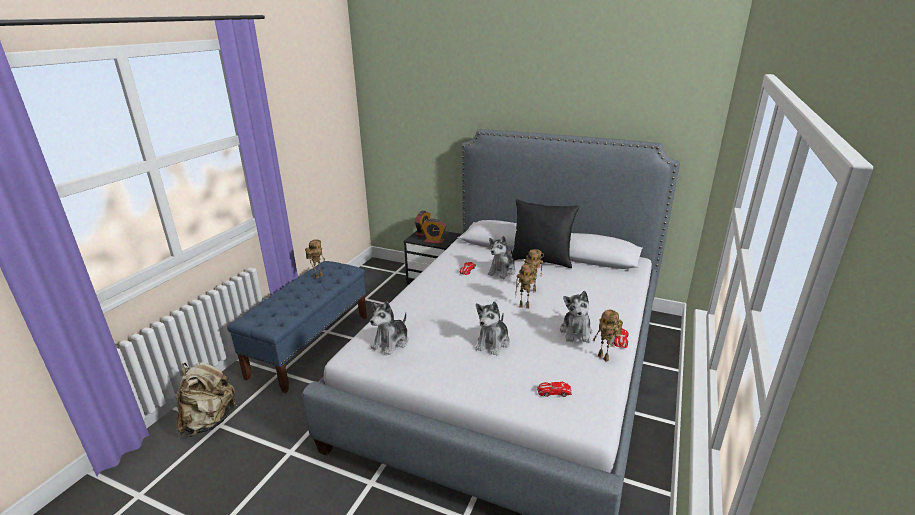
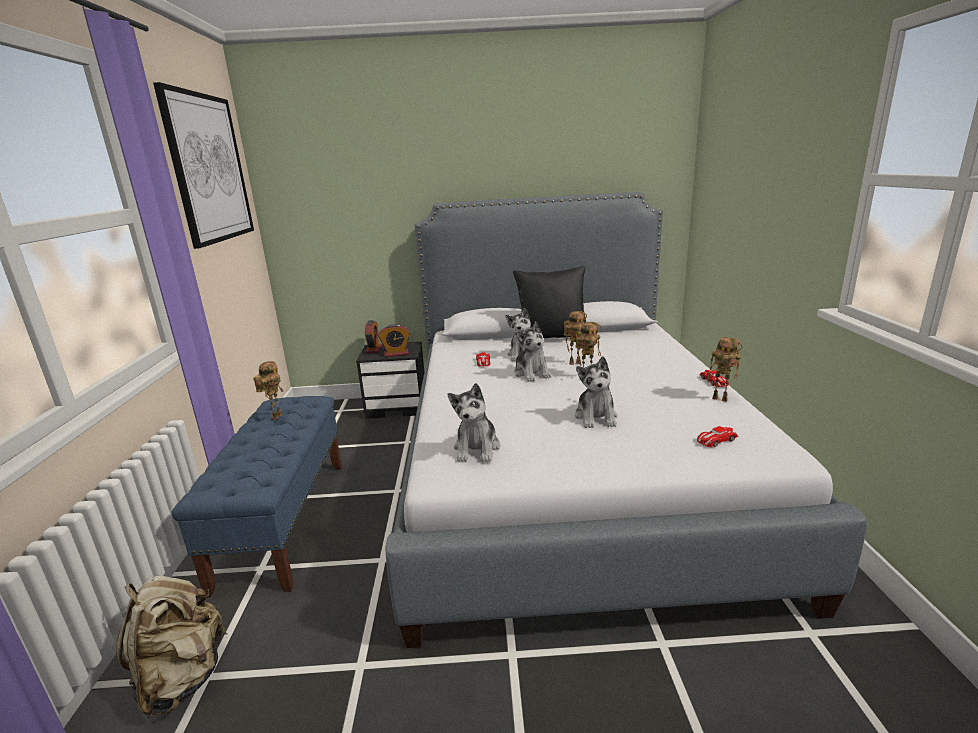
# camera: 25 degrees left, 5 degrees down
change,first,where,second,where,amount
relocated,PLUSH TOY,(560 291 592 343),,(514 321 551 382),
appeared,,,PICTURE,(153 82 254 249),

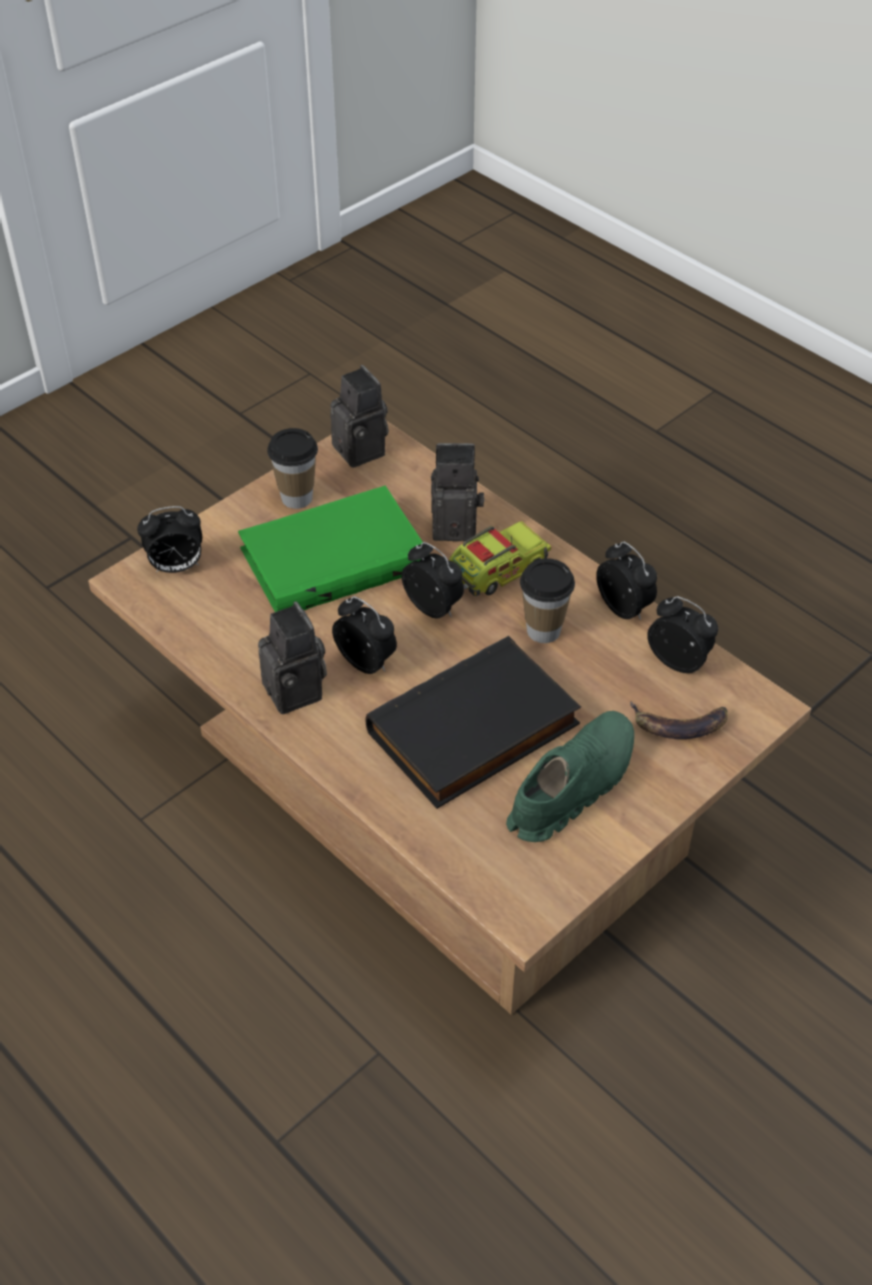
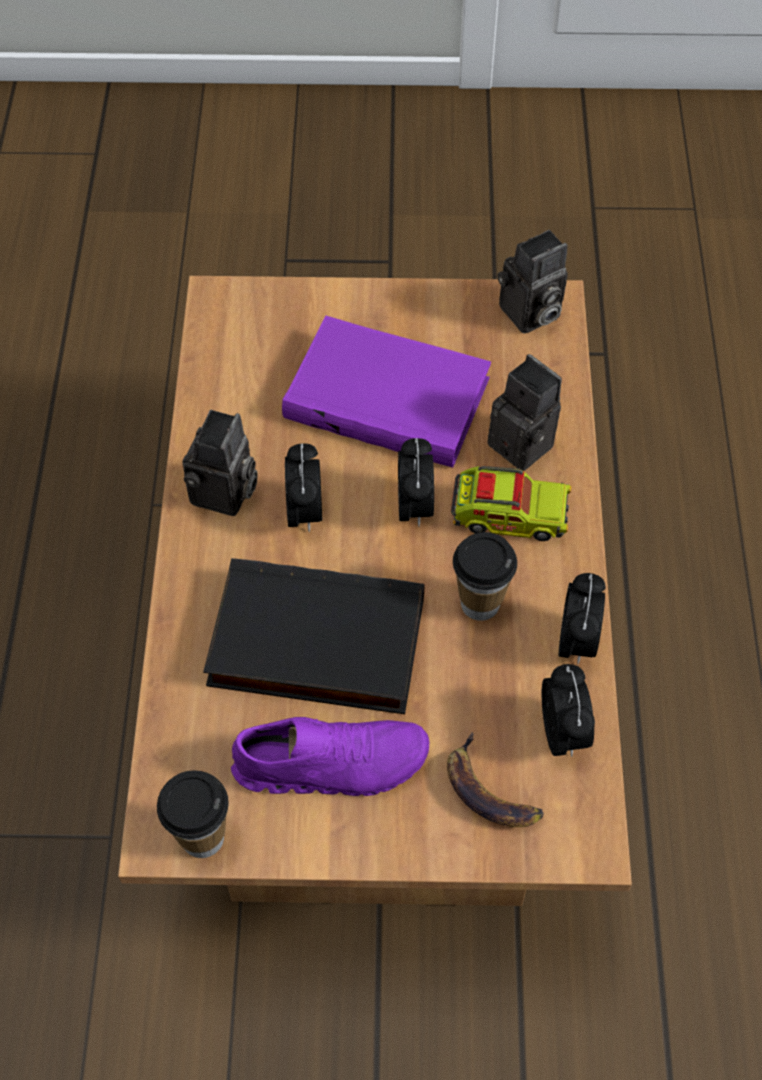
# camera: 45 degrees right, 10 degrees up
change,first,where,second,where,amount
missing,ALARM CLOCK,(137 506 202 573),,,
colour,GREEN BOOK,(238 486 423 612),PURPLE BOOK,(282 315 491 467),
relocated,CUP,(267 428 318 509),,(157 770 229 858),
spun,PHOTO CAMERA,(330 365 389 468),,(498 230 568 334),45 degrees clockwise
colour,GREEN SHOE,(506 711 634 842),PURPLE SHOE,(231 717 429 796),

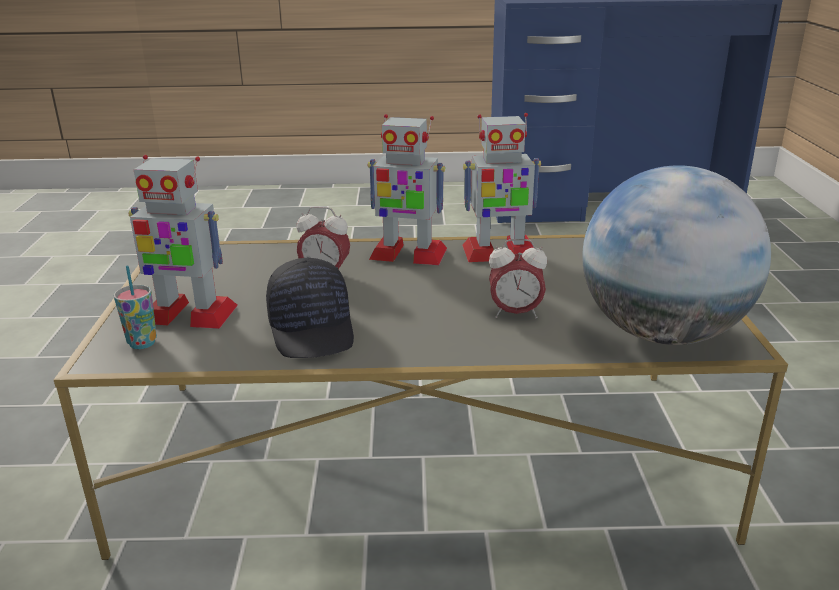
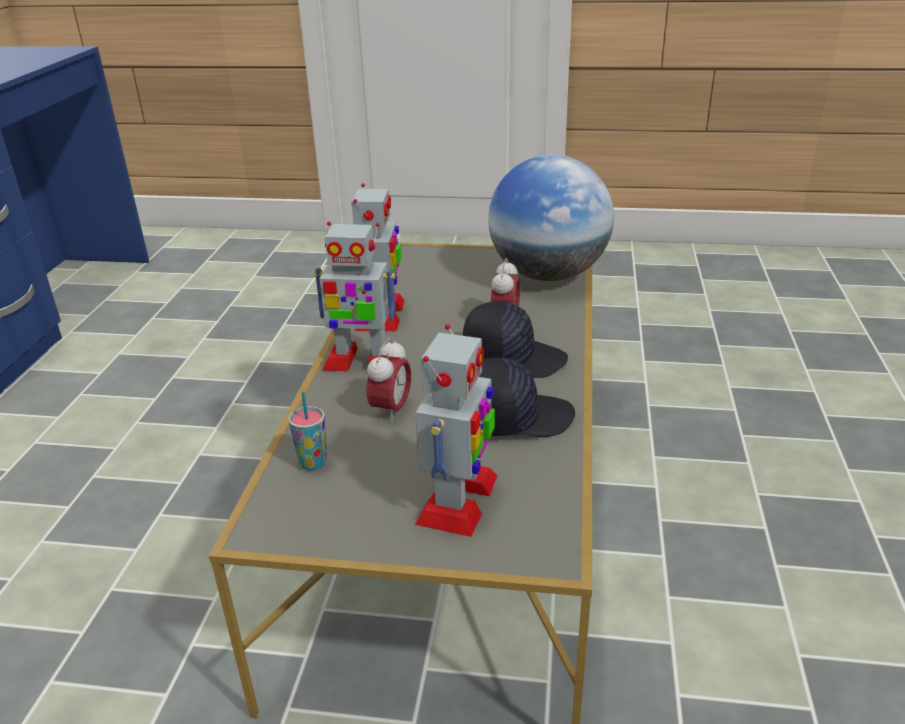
# camera: 80 degrees left, 5 degrees up
change,first,where,second,where,amount
relocated,CUP,(113 265 157 349),,(288 391 327 470),
spun,TOY ROBOT,(368 114 447 265),,(313 221 401 372),75 degrees clockwise
appeared,,,BLACK CAP,(463 301 568 378),

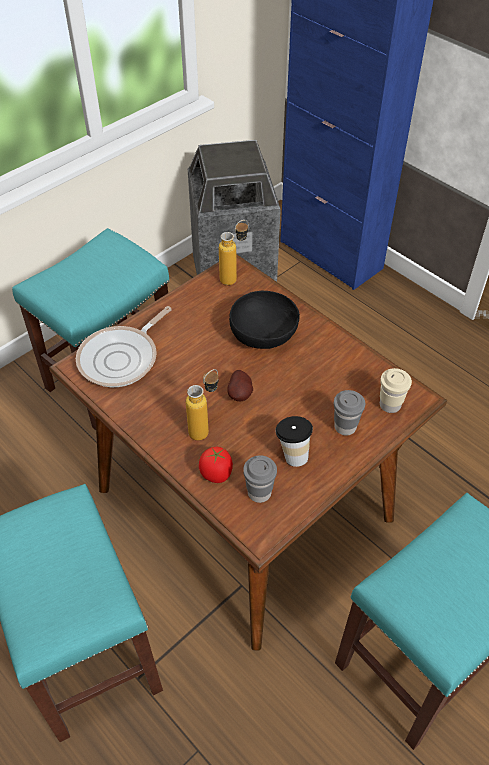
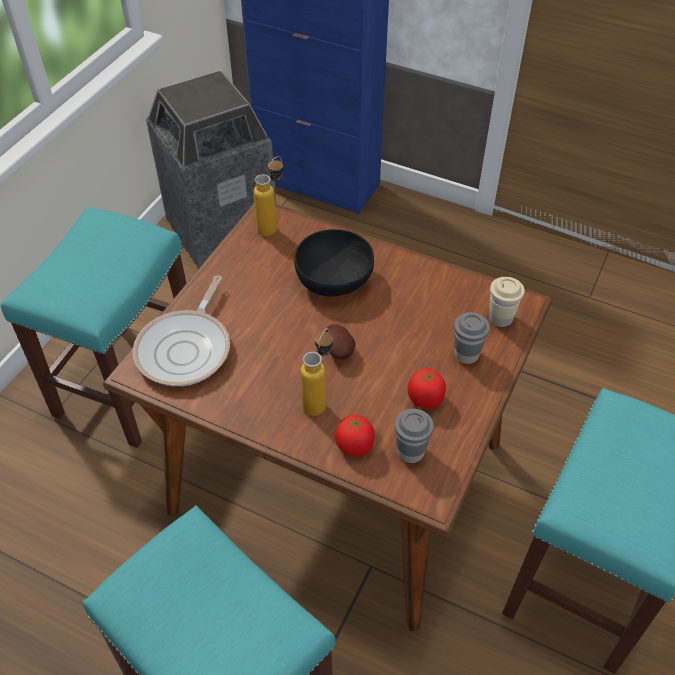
# camera: 20 degrees left, 0 degrees up
change,first,where,second,where,amount
exchanged,CUP,(275 416 313 467),TOMATO,(408 368 446 409),

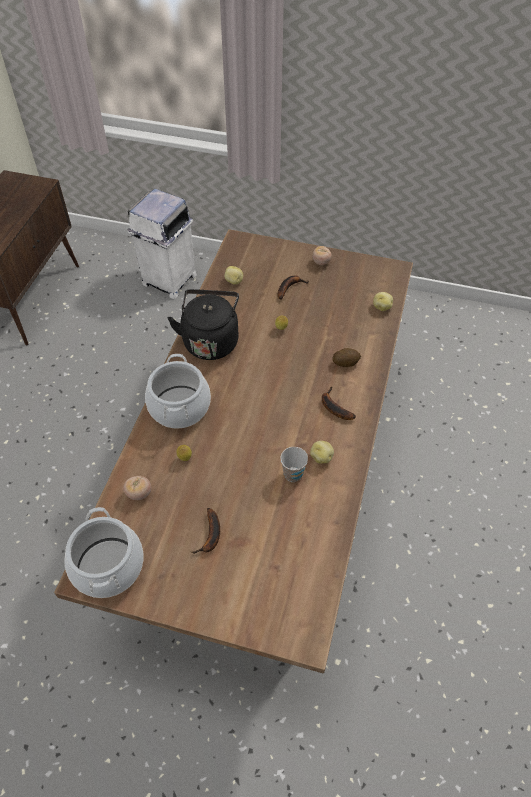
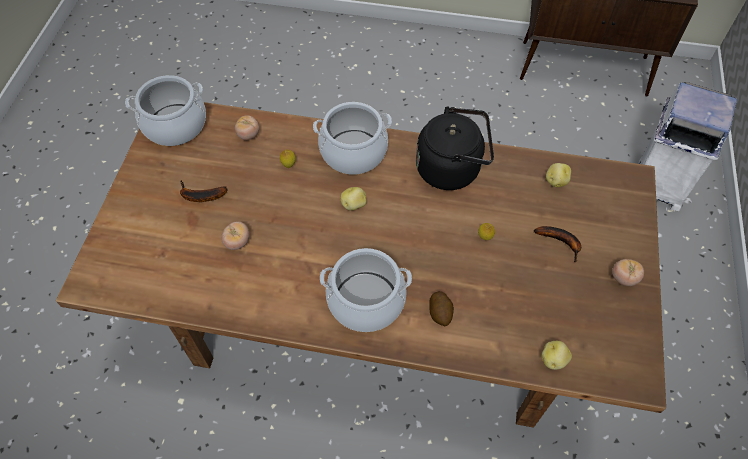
# camera: 85 degrees right, 5 degrees up
change,first,where,second,where,amount
missing,CUP,(280 447 308 482),,,
relocated,POTATO,(310 441 334 464),,(341 187 367 211),
exchanged,BANANA,(322 386 356 420),COOKING POT,(320 248 412 332),
appeared,,,TOMATO,(221 221 250 250),

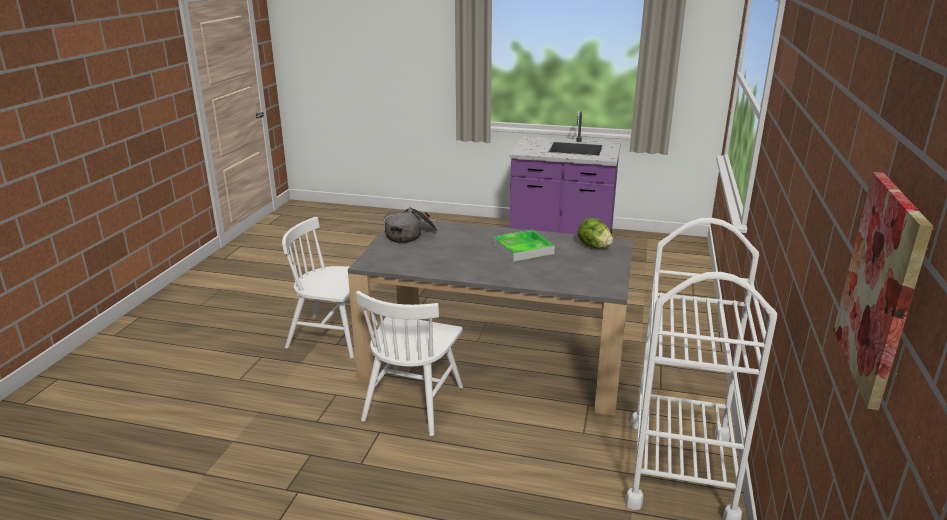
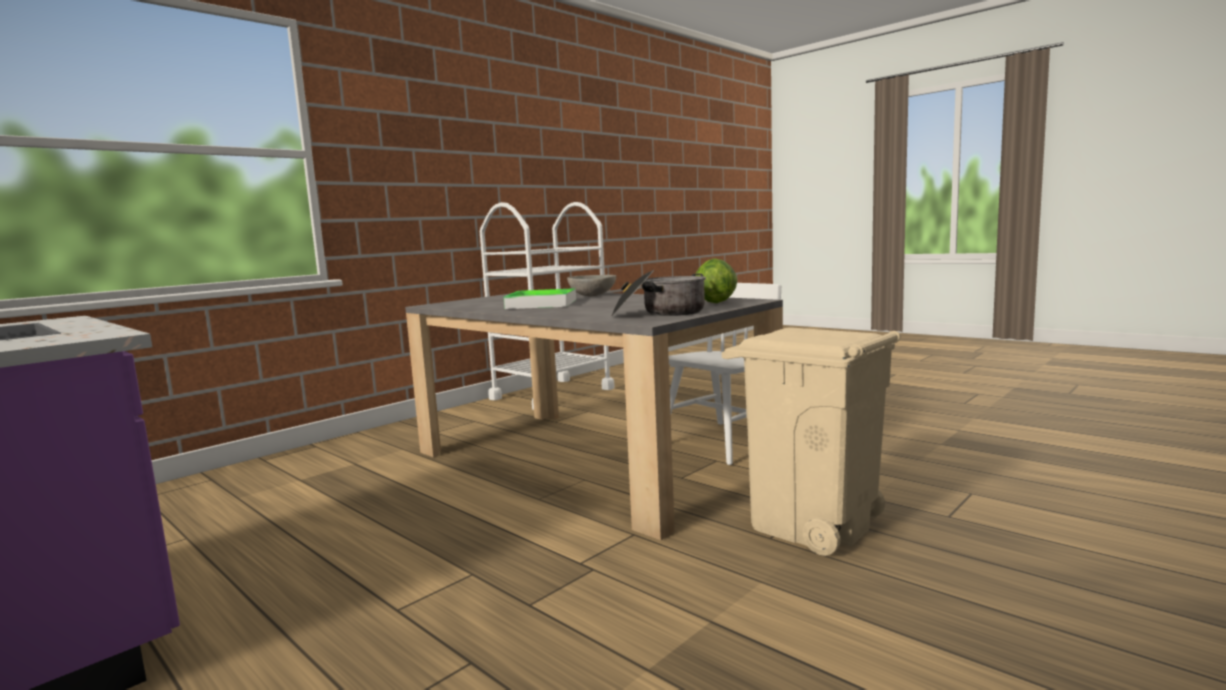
# camera: 150 degrees left, 15 degrees down
change,first,where,second,where,amount
exchanged,WHITE CHAIR,(282 217 378 358),BEIGE TRASH CAN,(722 327 901 556),
relocated,LETTUCE,(578 218 613 249),,(696 258 737 303),
missing,PICTURE,(834 172 933 410),,,
appeared,,,GREY BOWL,(567 275 616 296),

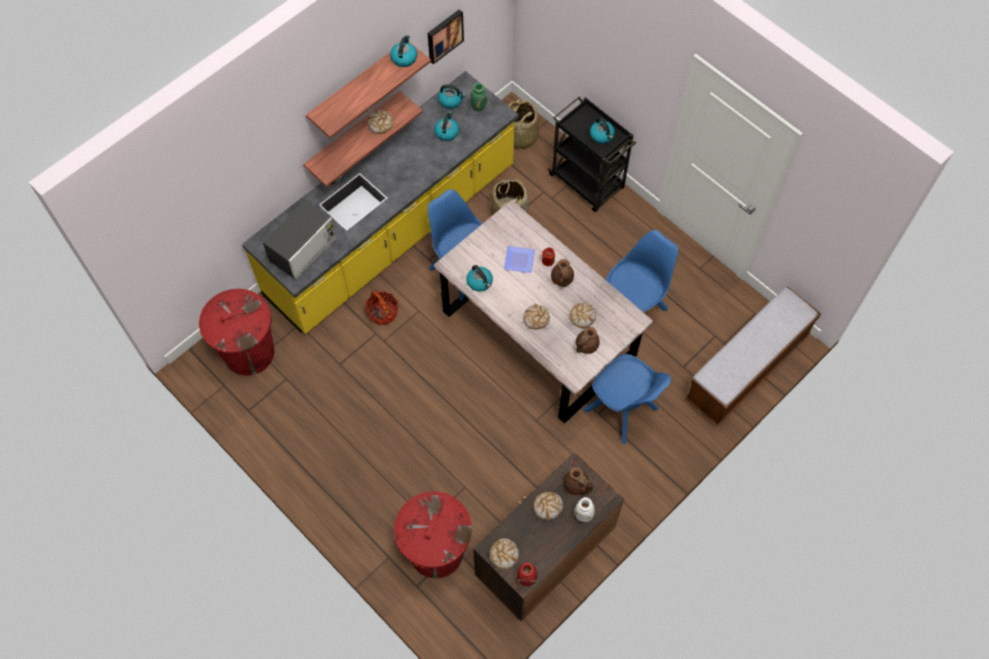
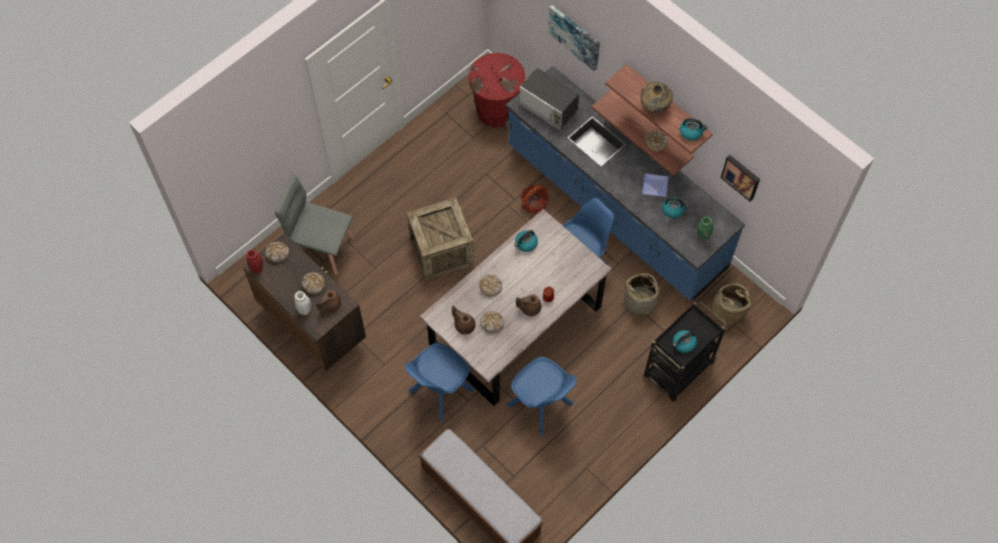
# camera: 90 degrees right, 0 degrees up
change,first,where,second,where,amount
colour,YELLOW COUNTER,(242 71 519 334),BLUE COUNTER,(506 66 745 300),
exchanged,RED TRASH CAN,(394 491 472 578),GREY CHAIR,(275 174 353 275),
missing,KETTLE,(438 84 466 109),,,
relocated,PLATE,(504 246 535 273),,(642 173 668 197),
appeared,,,CRATE,(407 198 474 280),
appeared,,,PICTURE,(548 5 600 71),
appeared,,,BEIGE VASE,(640 81 673 113),

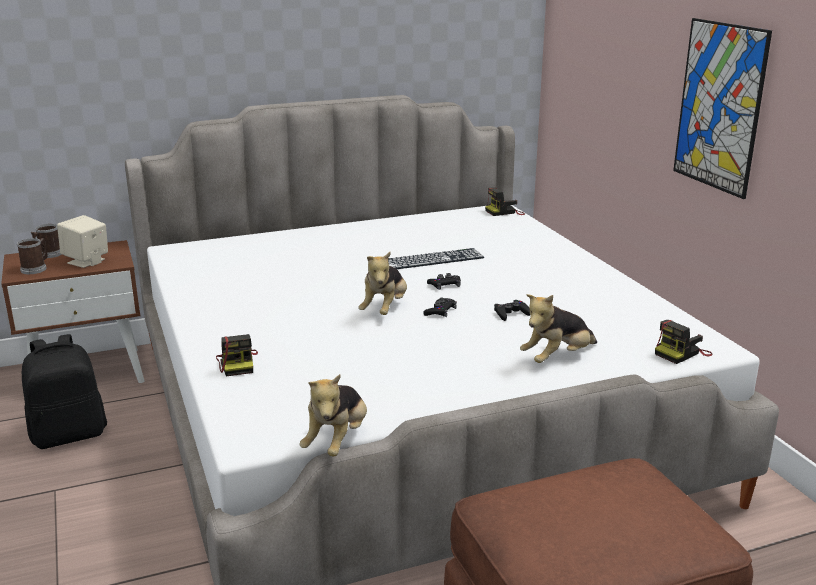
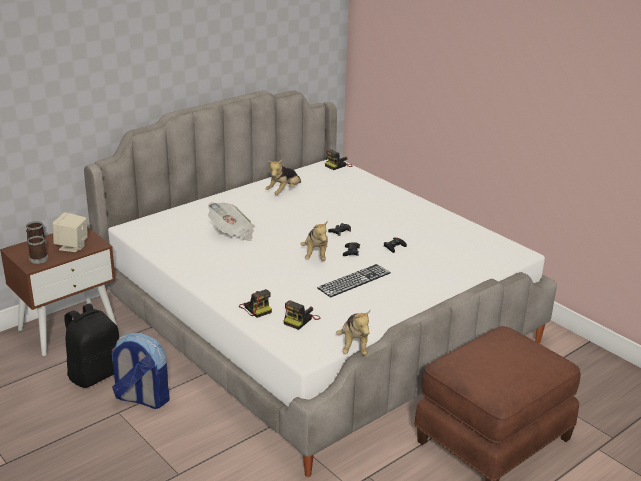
# camera: 20 degrees left, 5 degrees up
change,first,where,second,where,amount
relocated,KEYBOARD,(388 248 484 269),,(317 264 391 298),
relocated,PLUSH TOY,(520 294 597 363),,(266 160 301 195),
relocated,PHOTO CAMERA,(655 320 712 364),,(284 300 321 330),
missing,PICTURE,(673 18 772 199),,,
appeared,,,BACKPACK,(112 333 170 409),
appeared,,,NEWSPAPER,(208 202 255 241),

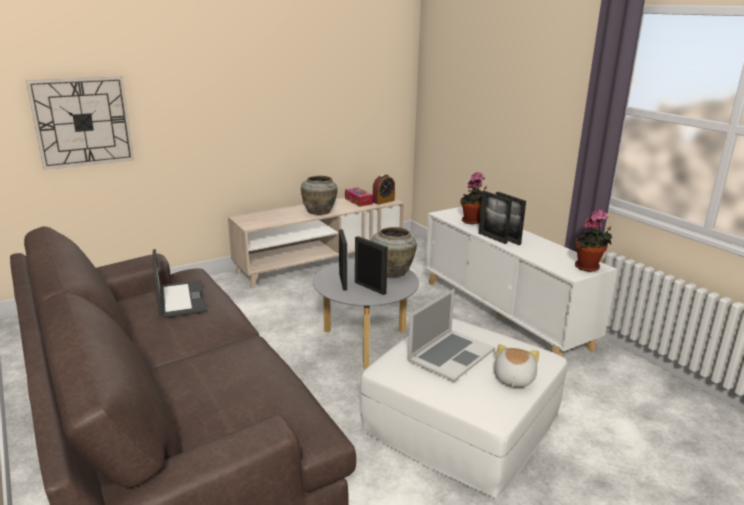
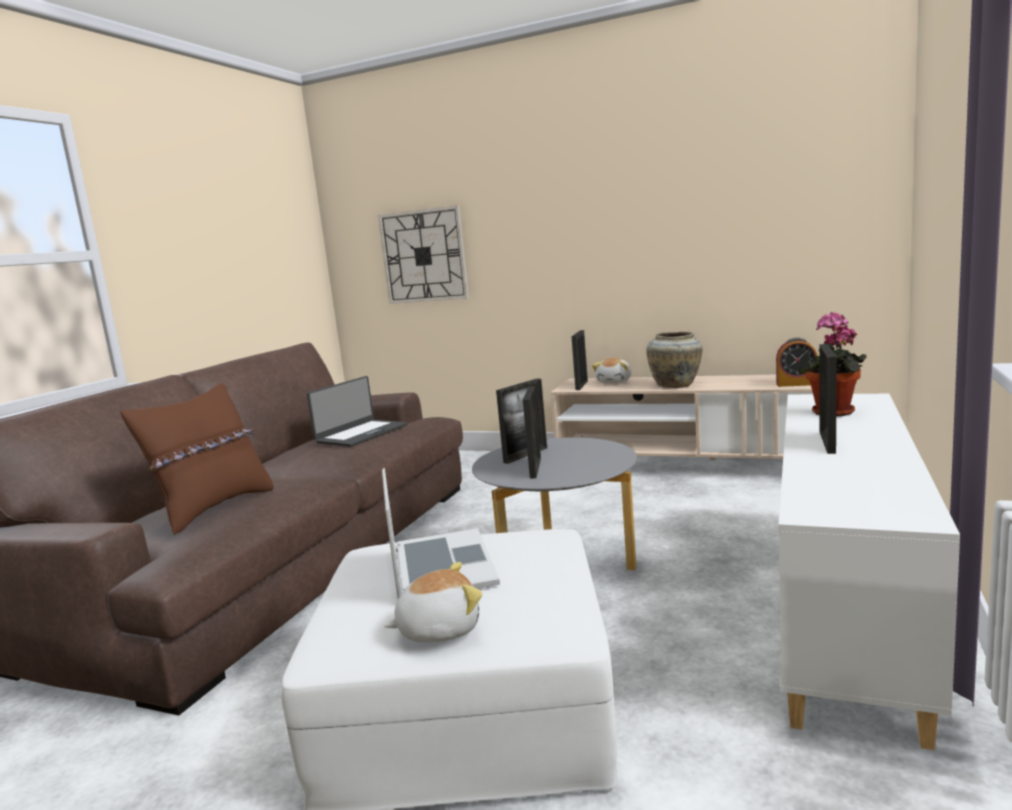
# camera: 55 degrees right, 10 degrees down
change,first,where,second,where,amount
missing,TISSUE BOX,(345 188 373 207),,,
missing,BEIGE VASE,(371 227 417 277),,,
spun,LAPTOP,(408 289 495 382),,(382 468 500 599),105 degrees counterclockwise
relocated,PICTURE FRAME,(478 191 512 244),,(571 330 588 390),
missing,POTTED PLANT,(575 209 612 272),,,
appeared,,,BROWN PILLOW,(120 383 273 535),
appeared,,,PLUSH TOY,(592 358 631 383),

